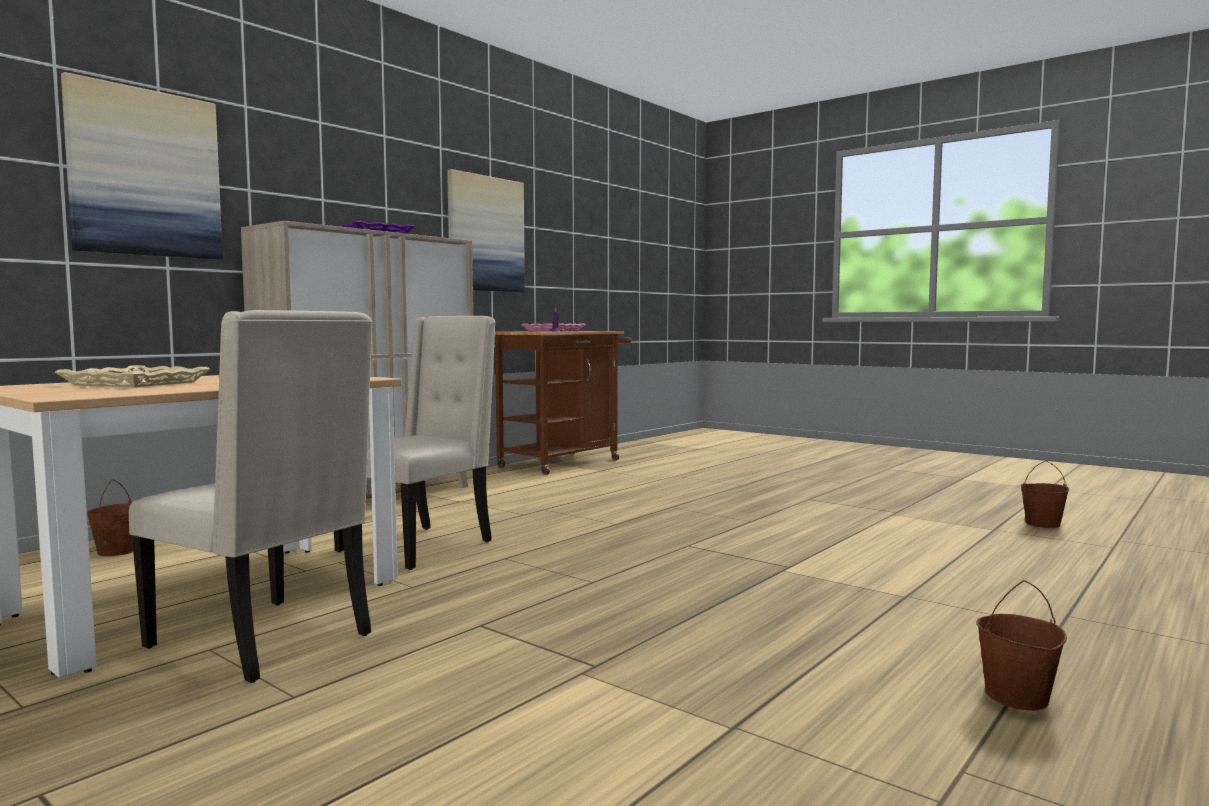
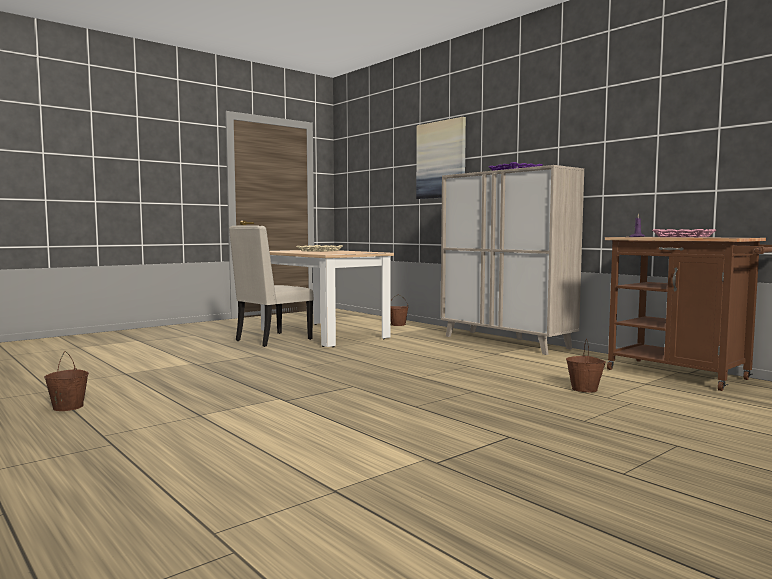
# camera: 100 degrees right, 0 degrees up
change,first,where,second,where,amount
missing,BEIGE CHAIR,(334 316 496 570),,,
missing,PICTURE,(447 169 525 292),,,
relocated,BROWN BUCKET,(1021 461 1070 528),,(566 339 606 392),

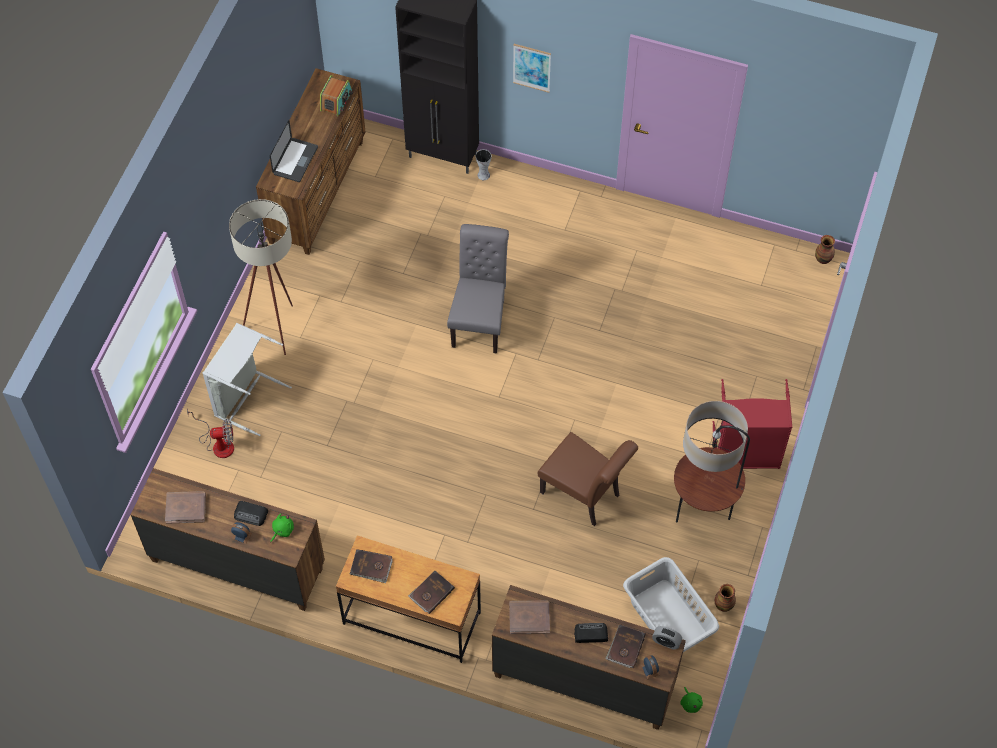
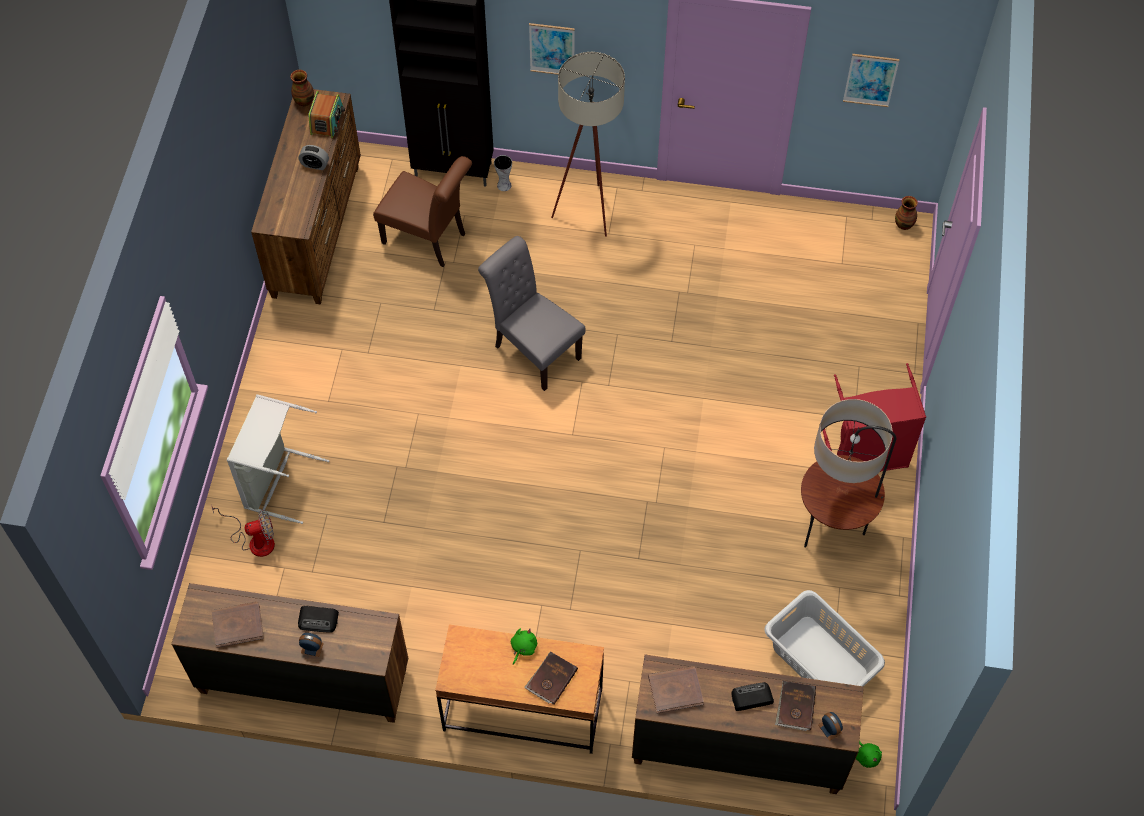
# camera: 10 degrees left, 0 degrees up
change,first,where,second,where,amount
relocated,BEIGE FLOOR LAMP,(229 199 293 355),,(551 52 625 237),
missing,LAPTOP,(270 120 318 182),,,
relocated,GREEN PLUSH TOY,(270 514 294 542),,(511 628 537 665),
missing,BROWN BOOK,(350 549 393 583),,,
spun,GREY CHAIR,(447 224 509 354),,(478 236 586 391),45 degrees counterclockwise
relocated,BROWN CHAIR,(538 432 638 526),,(373 156 472 267),
relocated,ALARM CLOCK,(652 626 682 649),,(299 145 329 170),
relocated,VASE,(715 584 736 612),,(290 70 314 106),
appeared,,,PICTURE,(843 54 900 107),

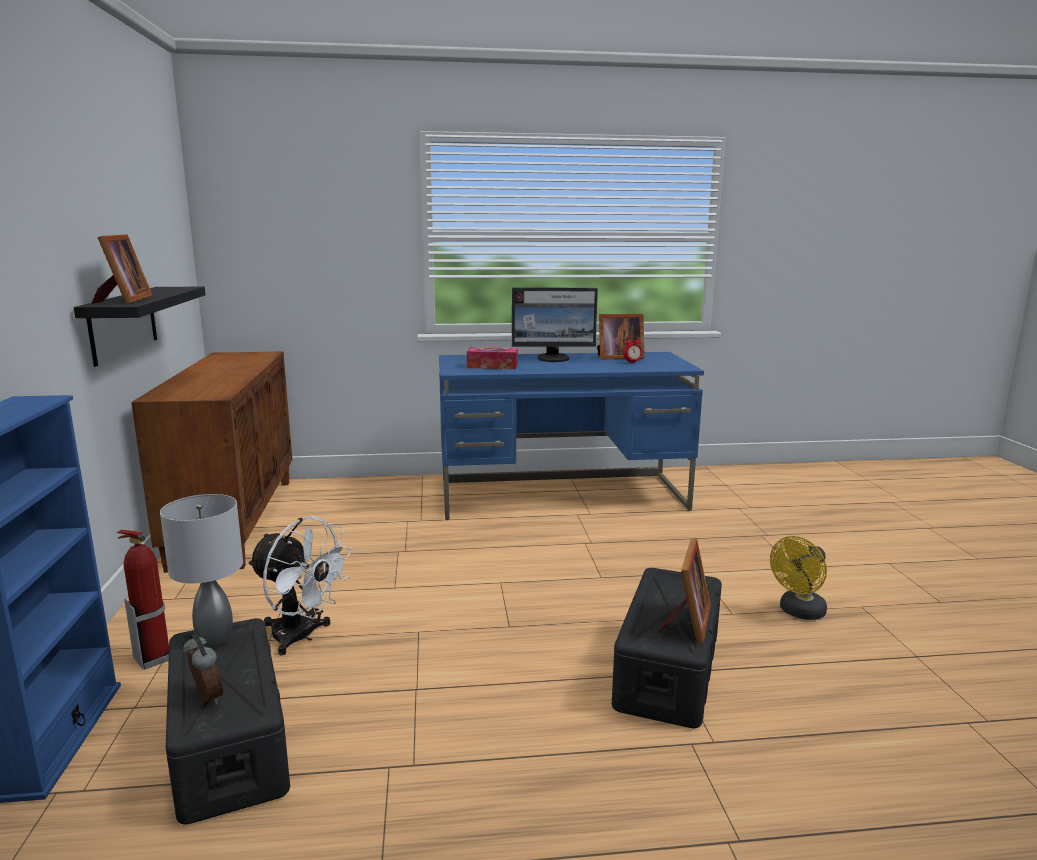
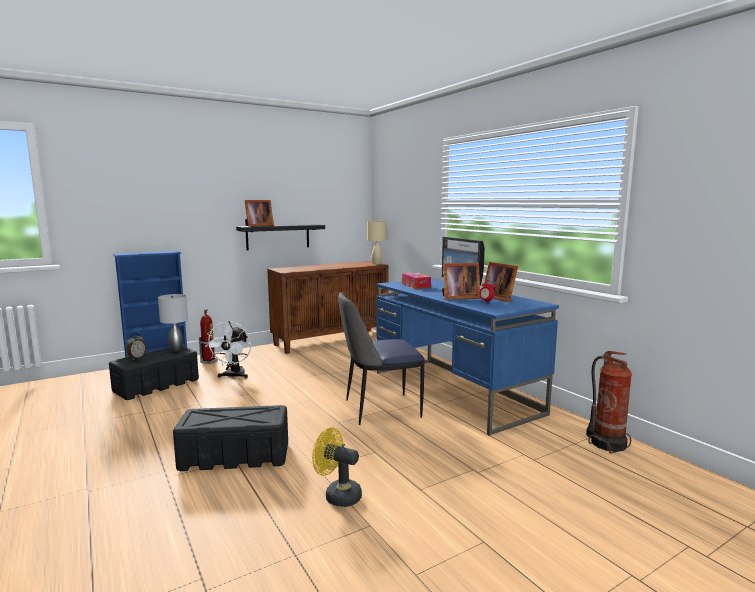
# camera: 65 degrees right, 5 degrees down
change,first,where,second,where,amount
relocated,PICTURE FRAME,(658 538 711 643),,(442 263 480 299),
appeared,,,CHAIR,(338 292 425 425),
appeared,,,BEIGE TABLE LAMP,(367 221 387 264),
appeared,,,FIRE EXTINGUISHER,(586 351 632 454),

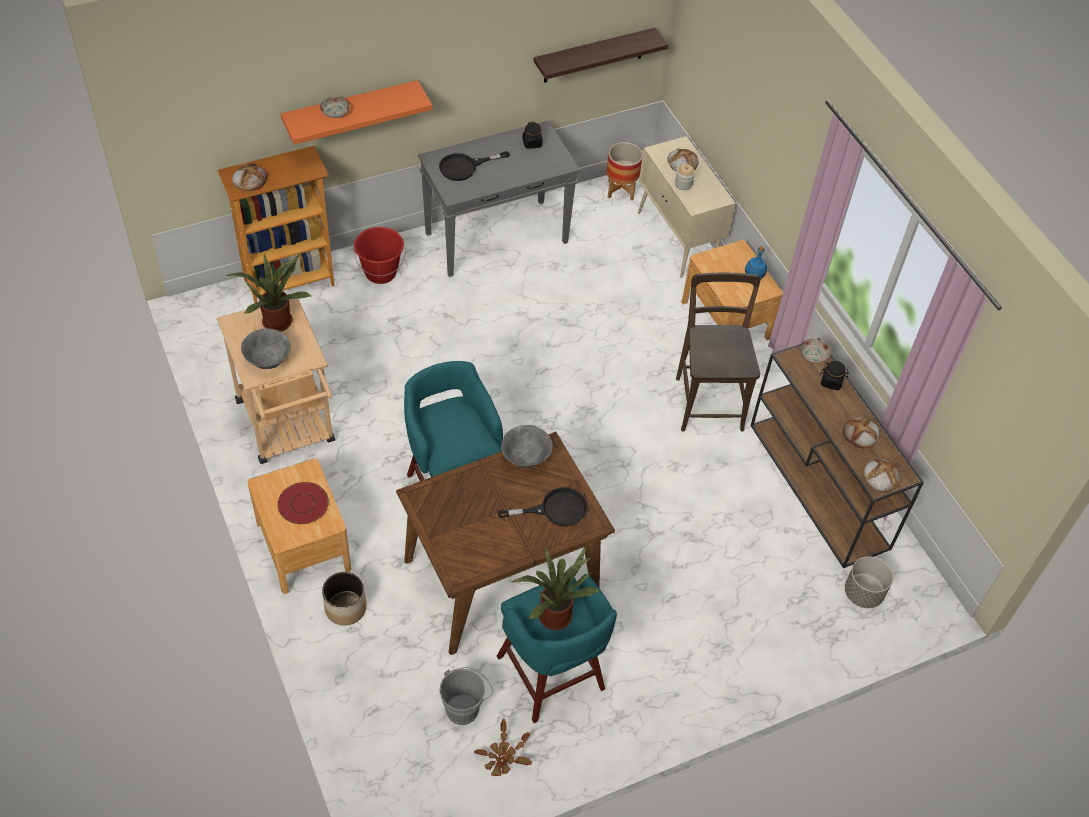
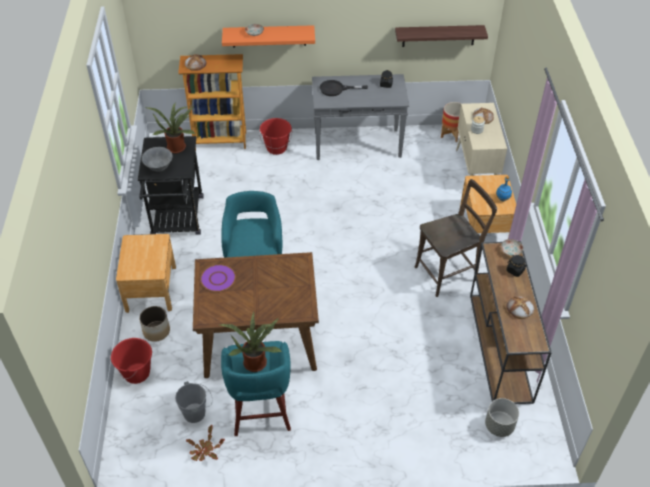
# camera: 25 degrees right, 5 degrees down
change,first,where,second,where,amount
colour,BEIGE CART,(217 299 335 464),BLACK CART,(138 136 204 235),
missing,RED PLATE,(278 482 329 524),,,
missing,BLACK FRYING PAN,(498 487 587 526),,,
missing,GREY BOWL,(501 425 553 468),,,
spun,BROWN CHAIR,(676 273 761 432),,(415 179 497 297),45 degrees clockwise
missing,BREAD,(863 458 901 492),,,
appeared,,,RED BUCKET,(111 338 152 384),
appeared,,,PURPLE PLATE,(200 265 236 292),

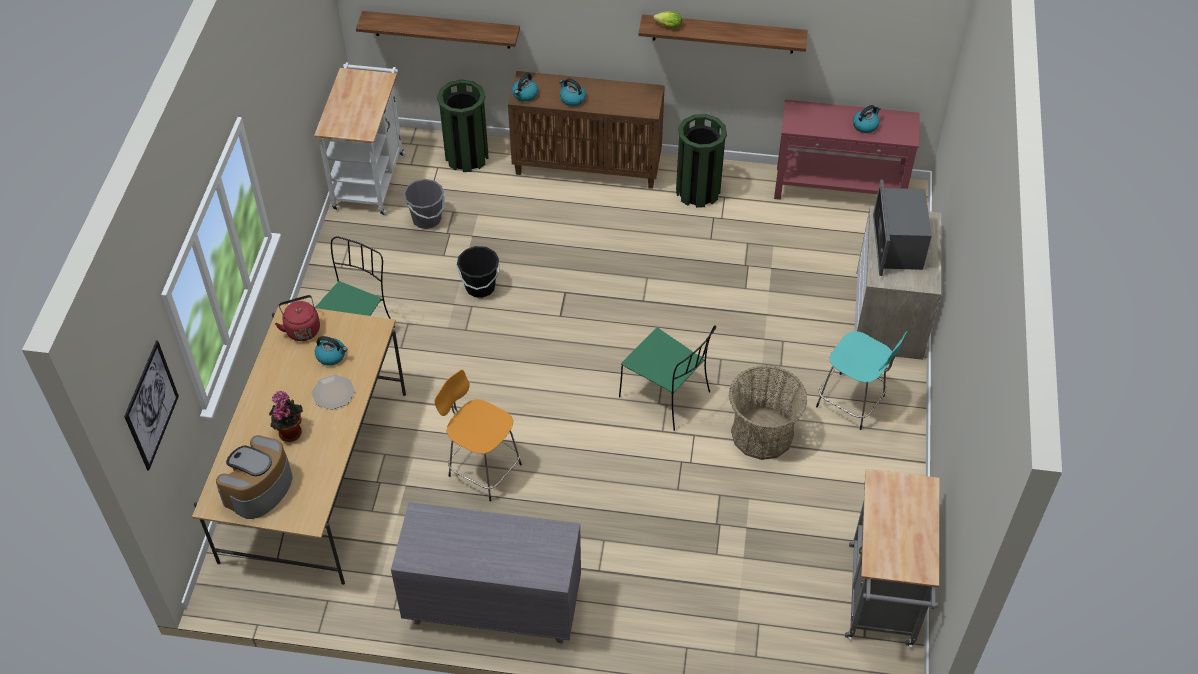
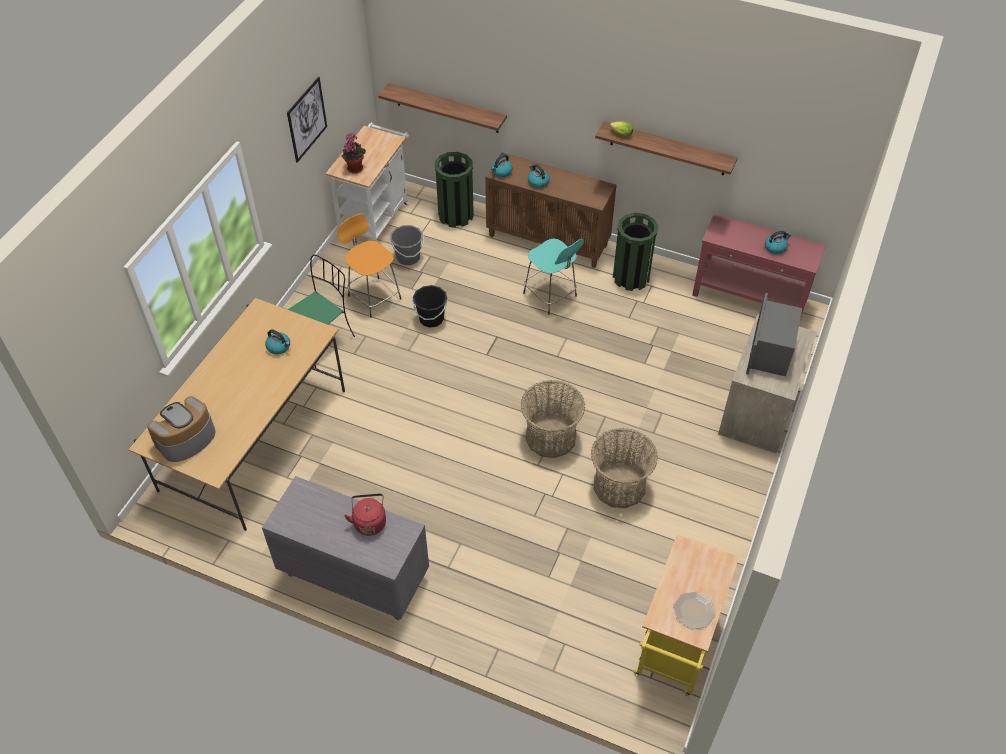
# camera: 15 degrees right, 0 degrees up
change,first,where,second,where,amount
relocated,PICTURE,(124 340 179 471),,(287 77 327 163),
relocated,POTTED PLANT,(269 391 303 442),,(341 133 366 174),
relocated,RED KETTLE,(275 295 320 341),,(344 494 386 536),
relocated,PLATE,(312 375 355 410),,(673 592 715 630),
relocated,ORANGE STOOL,(434 370 522 501),,(337 214 401 318),
exchanged,GREEN CHAIR,(619 325 716 431),BASKET,(521 380 585 458),
relocated,TURQUOISE STOOL,(816 331 908 430),,(523 238 584 315),
colour,GREY CART,(845 469 939 647),YELLOW CART,(634 535 739 696),

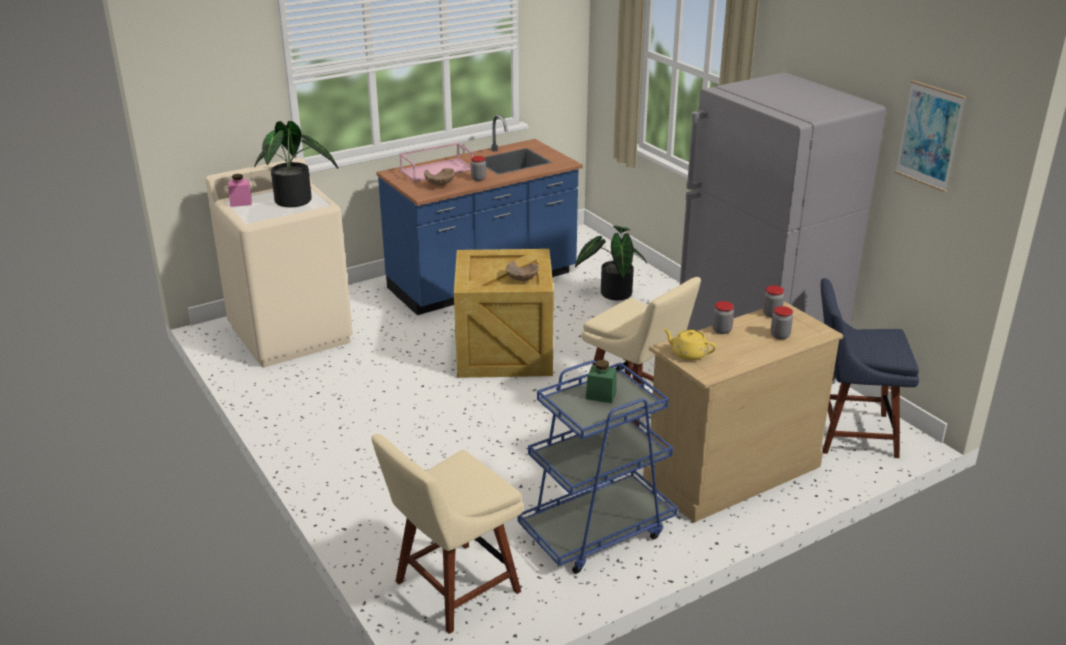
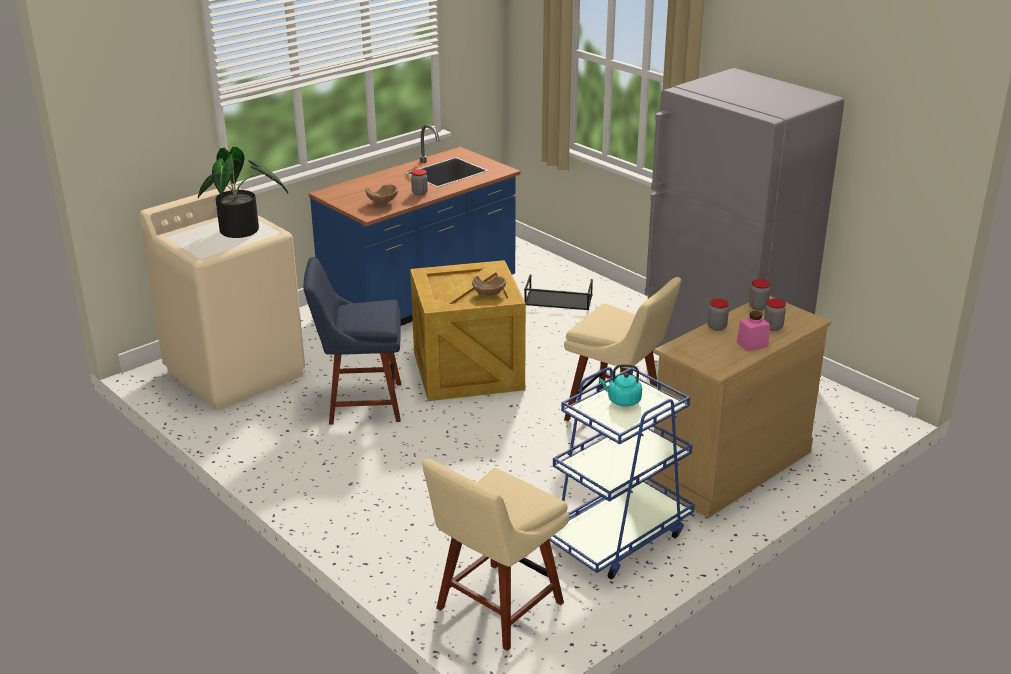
# camera: 10 degrees left, 0 degrees up
change,first,where,second,where,amount
relocated,PINK JAR,(228 174 252 207),,(737 311 770 352),
missing,PINK TRAY,(399 142 473 182),,,
exchanged,POTTED PLANT,(575 226 647 300),BLACK TRAY,(524 274 593 310),
exchanged,GREEN JAR,(586 360 617 403),TURQUOISE KETTLE,(599 364 642 407),
missing,YELLOW TEAPOT,(663 329 716 361),,,
relocated,BLUE CHAIR,(821 278 919 458),,(303 257 401 425),
missing,PICTURE,(895 80 966 192),,,

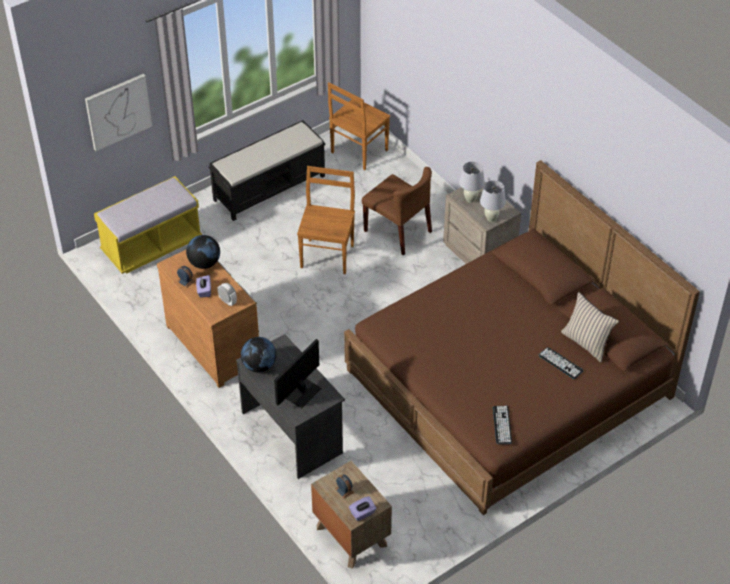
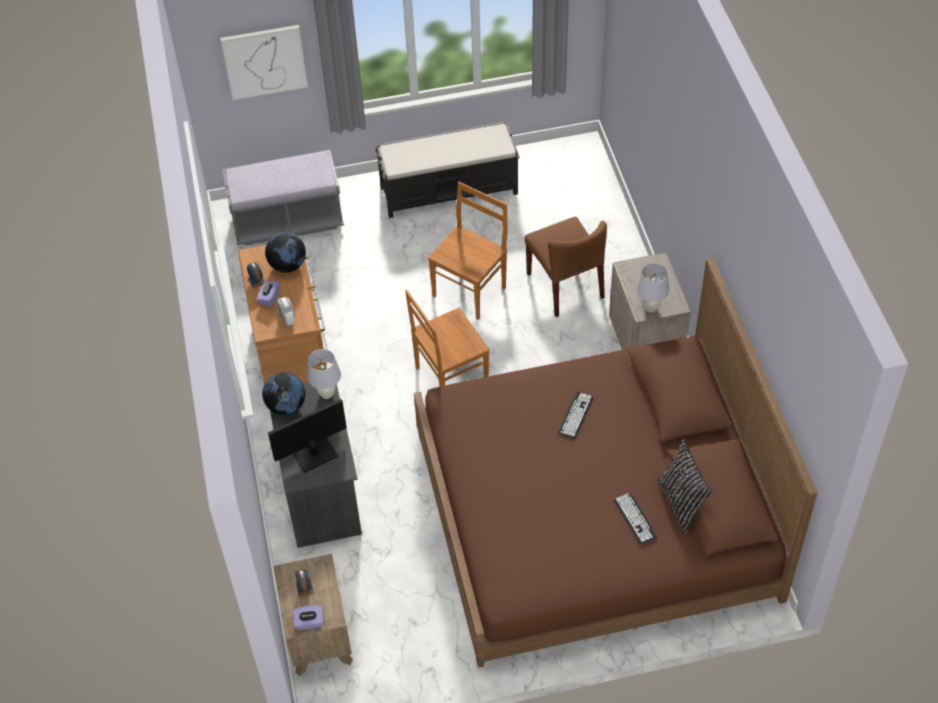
# camera: 25 degrees right, 5 degrees up
change,first,where,second,where,amount
colour,YELLOW BENCH,(94 176 202 274),GREY BENCH,(222 150 344 246),
relocated,BROWN CHAIR,(328 82 390 170),,(405 290 490 386),
relocated,WHITE TABLE LAMP,(459 161 485 203),,(307 349 341 399),
relocated,KEYBOARD,(493 406 512 444),,(558 391 593 439),
colour,BEIGE PILLOW,(561 292 619 362),BLACK PILLOW,(657 439 713 534),

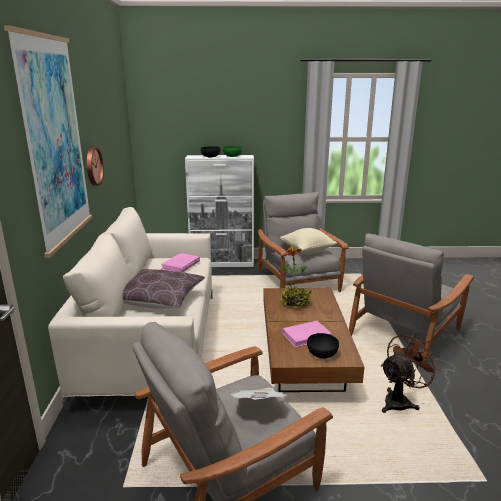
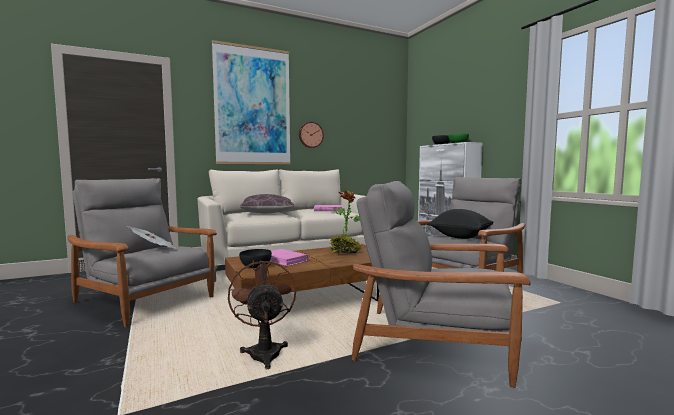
# camera: 65 degrees right, 15 degrees down
change,first,where,second,where,amount
colour,BEIGE PILLOW,(280 228 337 254),BLACK PILLOW,(427 209 493 239),
spun,BROWN FAN,(381 332 441 413),,(228 260 296 369),135 degrees counterclockwise

